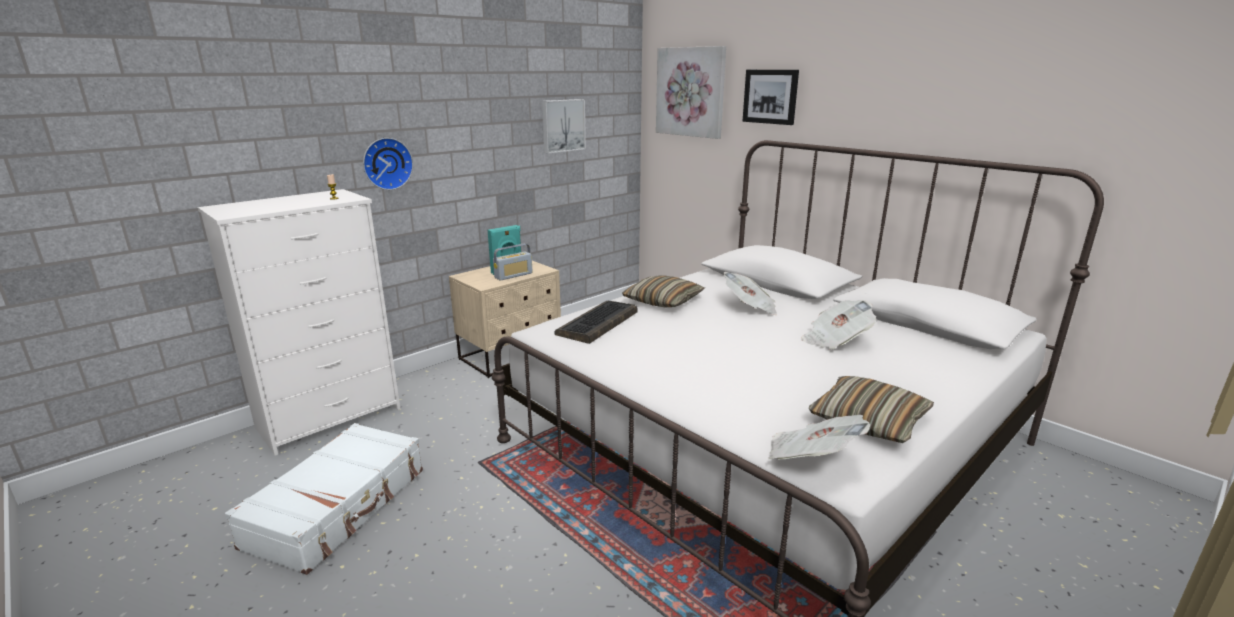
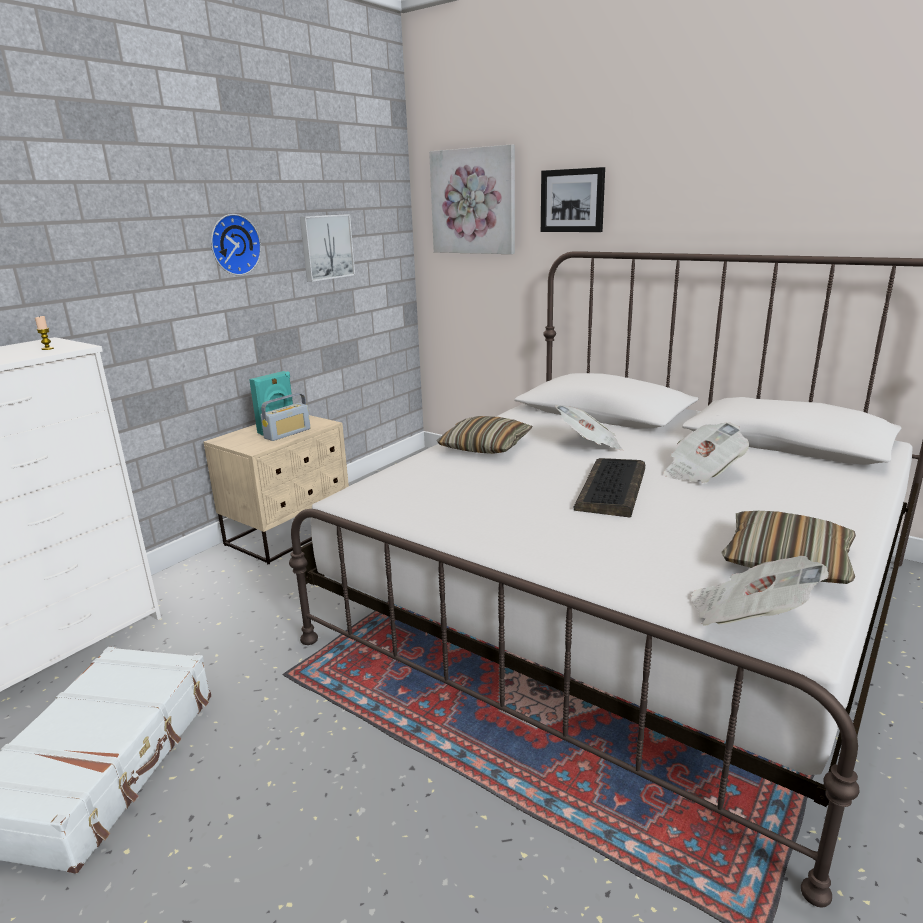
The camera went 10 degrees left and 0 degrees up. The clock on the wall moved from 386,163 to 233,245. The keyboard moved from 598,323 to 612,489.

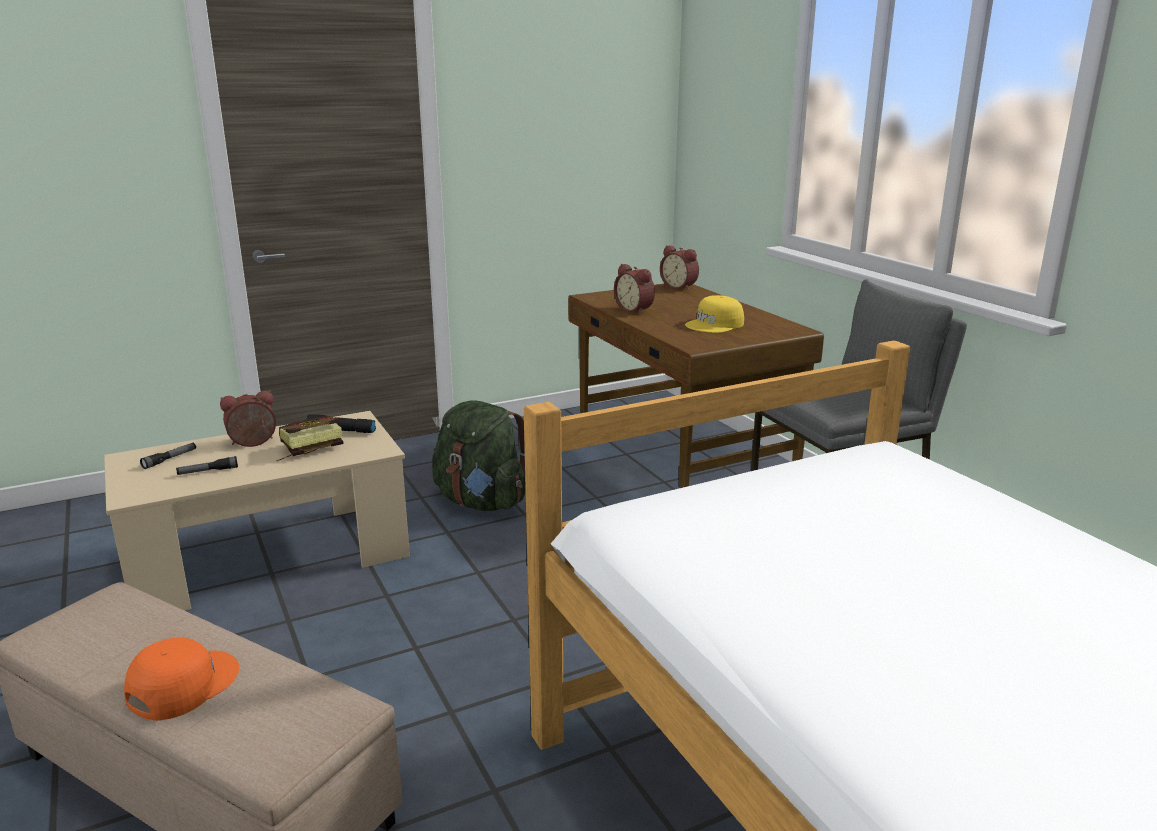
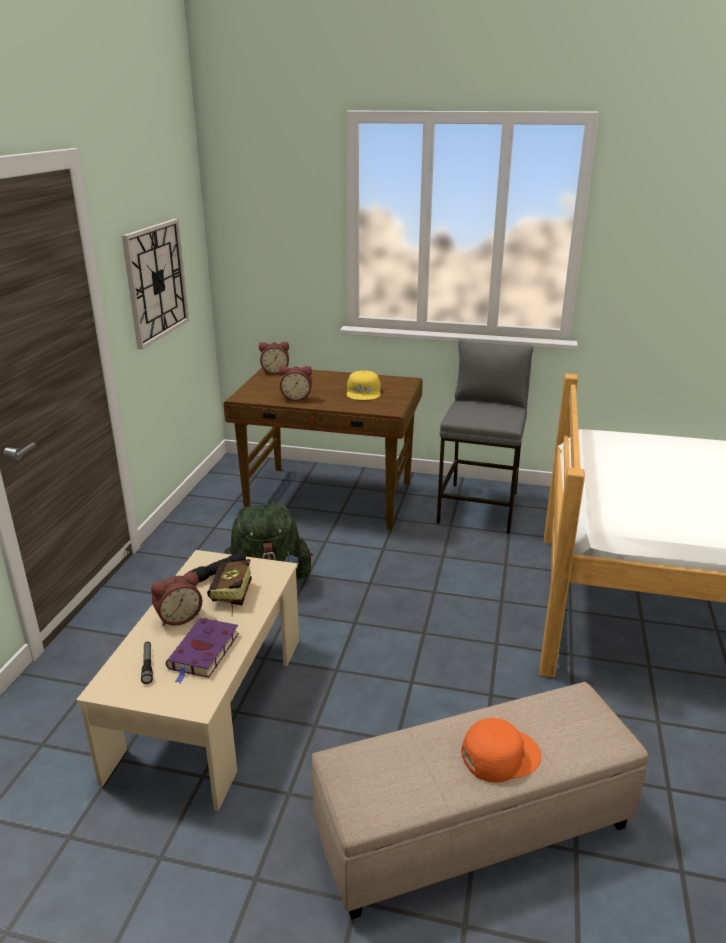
The camera went 50 degrees left and 5 degrees up. The clock on the wall at 156,282 appeared. The torch at 208,471 was replaced by the purple bound book at 203,653. The orange baseball cap at 182,685 turned 90 degrees clockwise. The alarm clock at 253,443 turned 135 degrees counterclockwise.

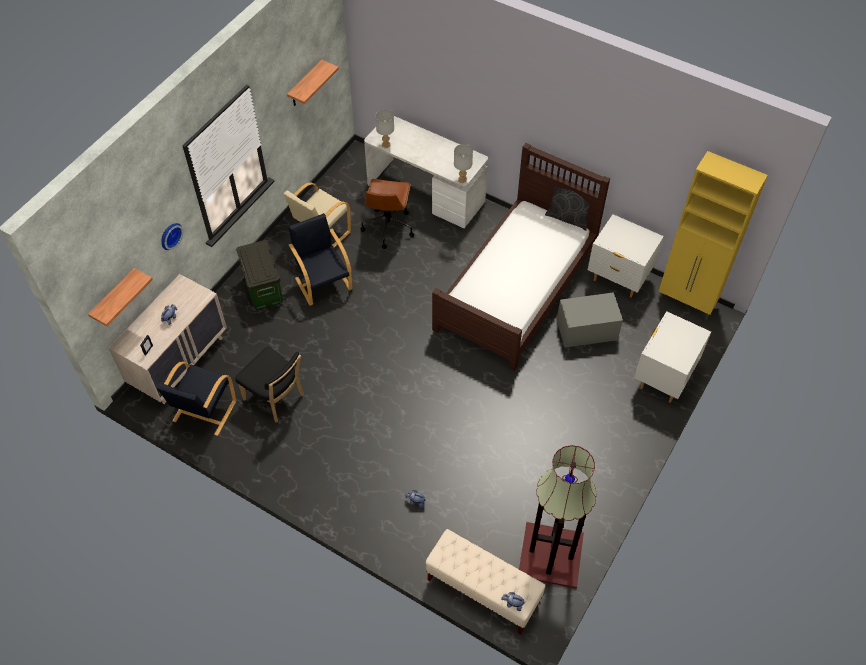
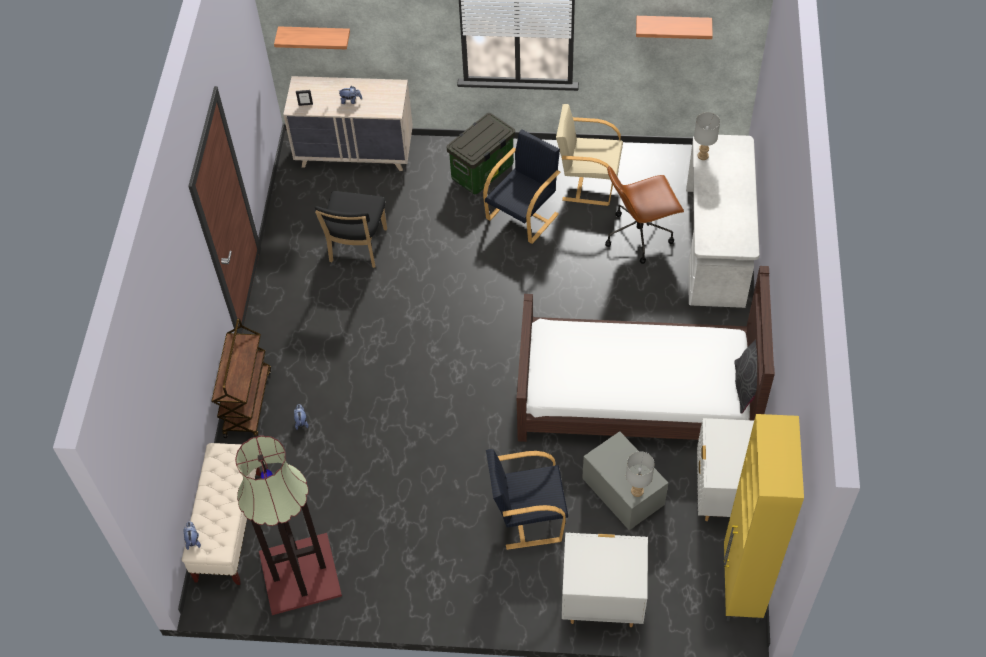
The camera went 65 degrees right and 0 degrees up. The clock on the wall at 169,235 disappeared. The brown-coloured trolley at 247,403 appeared. The blackish easy chair moved from 203,412 to 527,516. The gray tabletop lamp moved from 462,179 to 637,491.

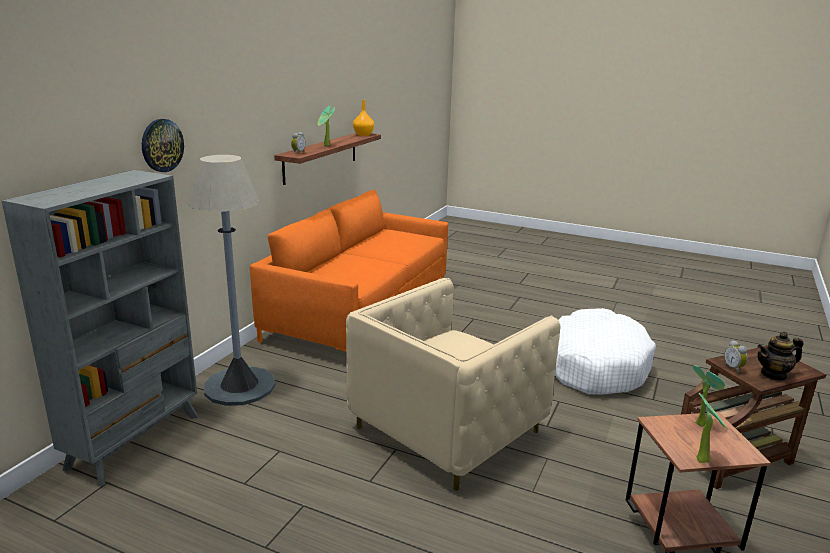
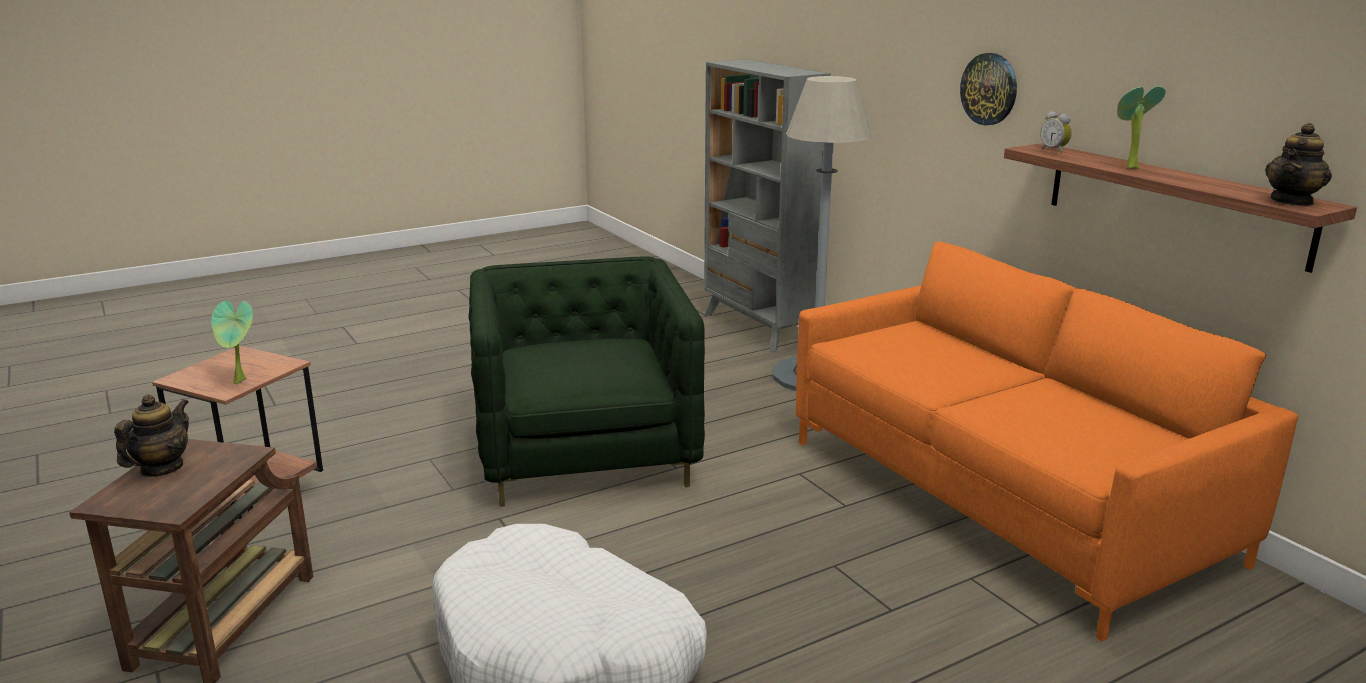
The camera went 125 degrees right and 0 degrees up. The plant in a pot at 703,459 disappeared. The alarm clock at 734,368 disappeared. The clock on the wall moved from 162,145 to 989,89. The orange decorative vase at 363,135 was replaced by the pot for tea at 1292,201. The sand-coloured easy chair at 447,430 became the greenish easy chair at 585,454.

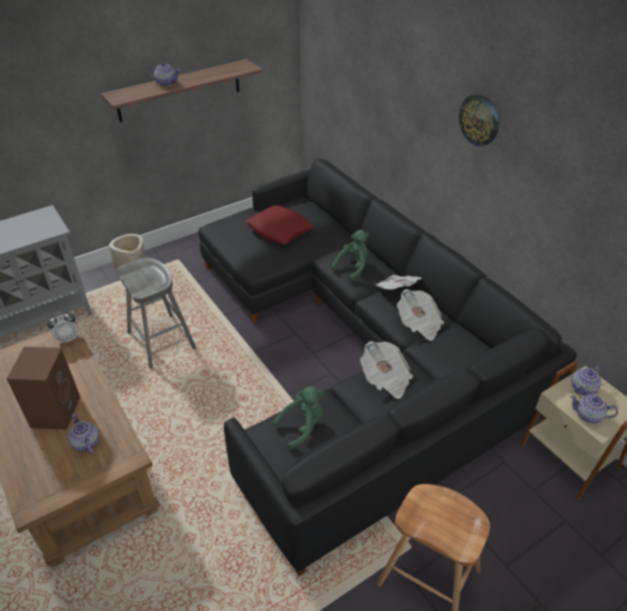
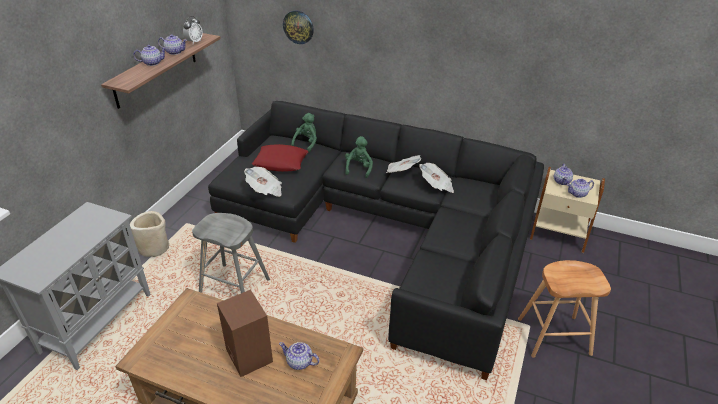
The camera went 35 degrees left and 5 degrees down. The pot for tea at 174,52 appeared. The alarm clock moved from 67,338 to 194,42. The greenish soft toy moved from 302,427 to 306,143. The printed paper moved from 385,379 to 265,190. The clock on the wall moved from 479,120 to 298,27.

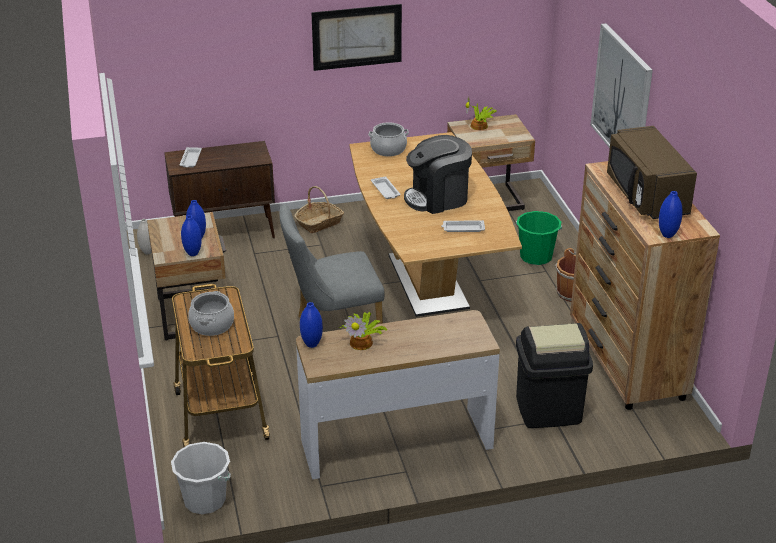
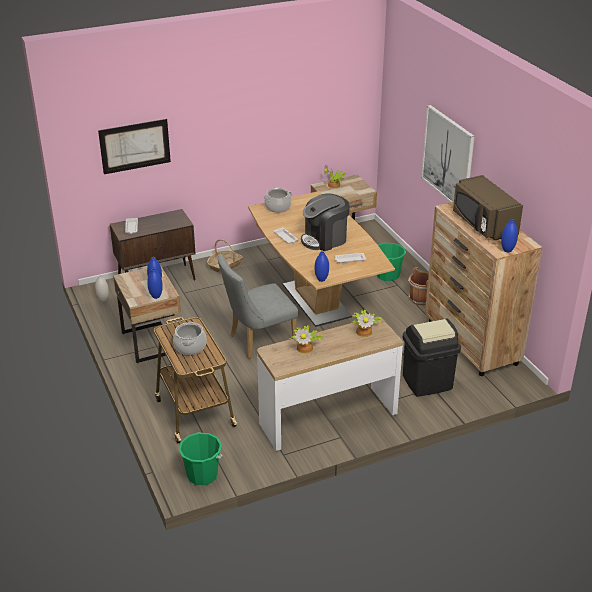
The camera went 10 degrees left and 0 degrees up. The plant in a pot at 364,331 appeared. The blue decorative vase moved from 312,344 to 321,279. The picture moved from 357,37 to 135,146. The whitish pail at 205,500 became the greenish pail at 202,475.

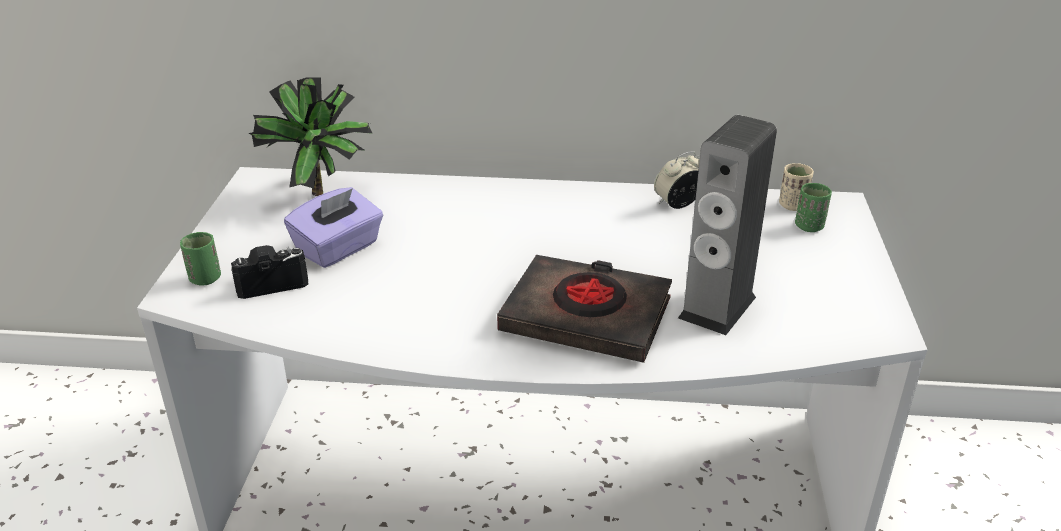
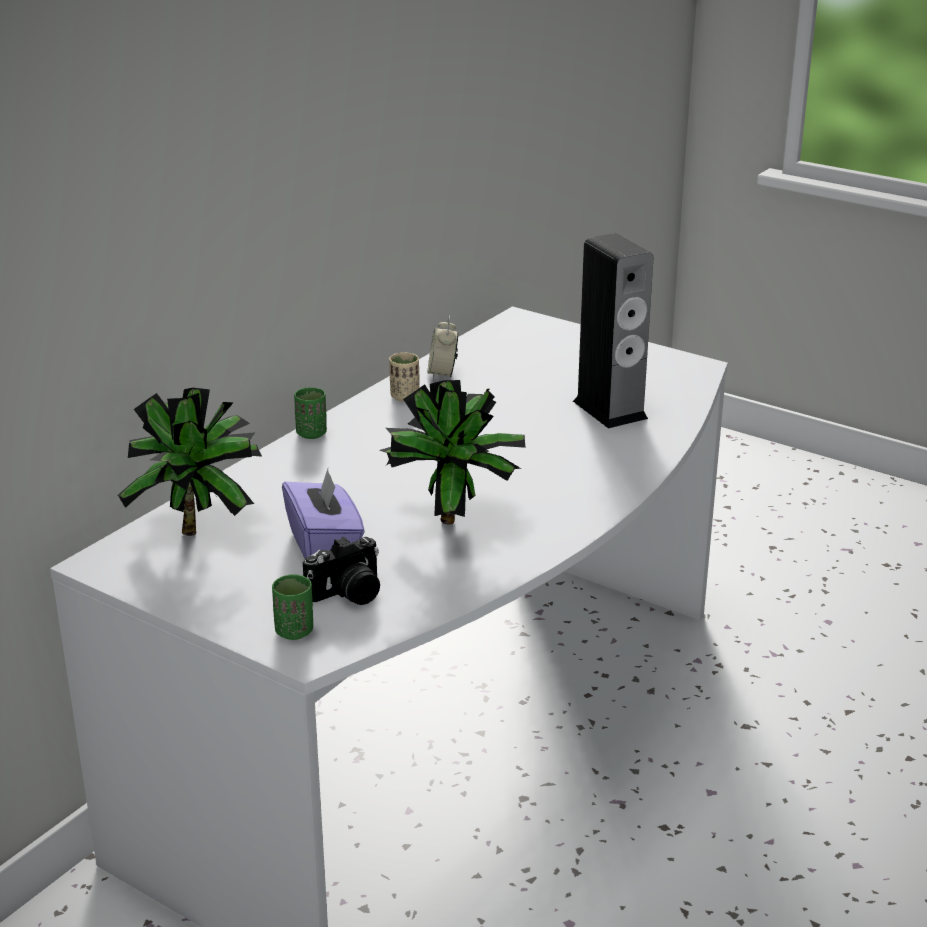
The camera went 60 degrees left and 5 degrees down. The blackish bound book at 586,316 disappeared. The plant in a pot at 457,524 appeared. The sand-coloured small cup moved from 792,205 to 404,396. The greenish small cup moved from 809,226 to 311,433. The photo camera at 271,283 turned 135 degrees counterclockwise.

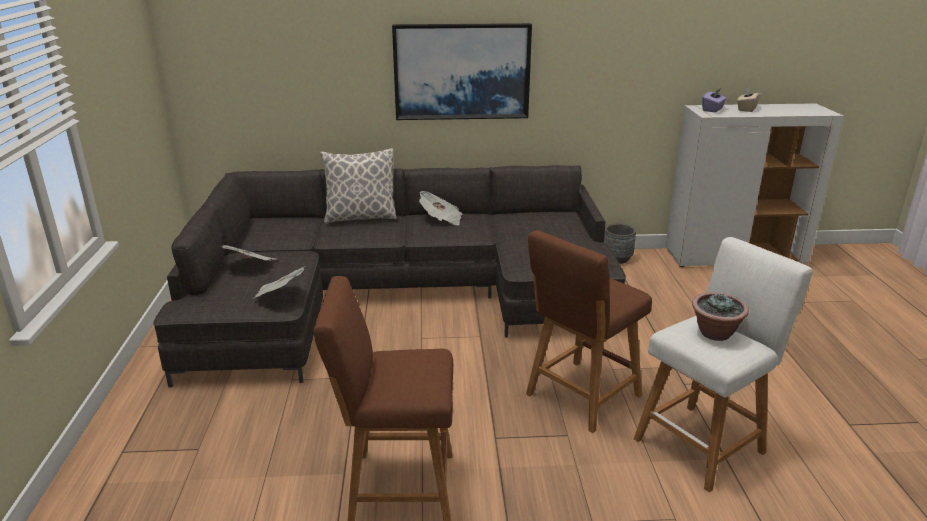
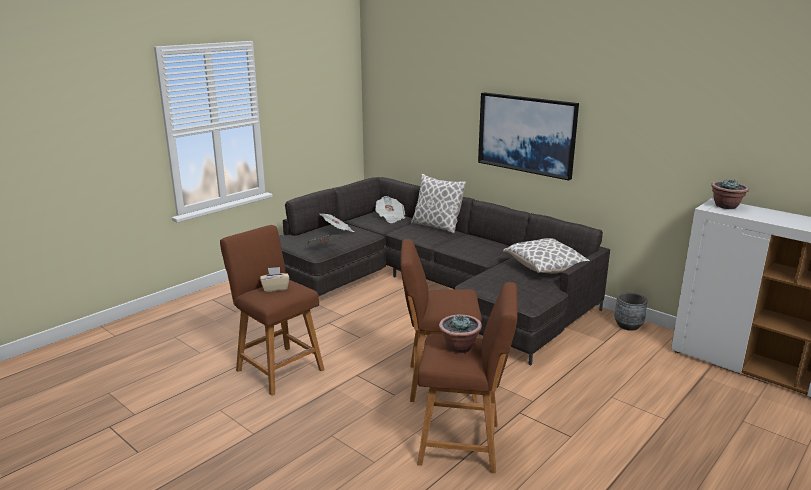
The camera went 45 degrees right and 5 degrees down. The cushion at 544,268 appeared. The printed paper moved from 441,219 to 390,218. The sand-coloured tissue holder moved from 746,109 to 275,288. The purple tissue holder at 713,109 was replaced by the plant in a pot at 726,206. The whitish sitting stool at 703,443 became the brown-coloured sitting stool at 464,444.

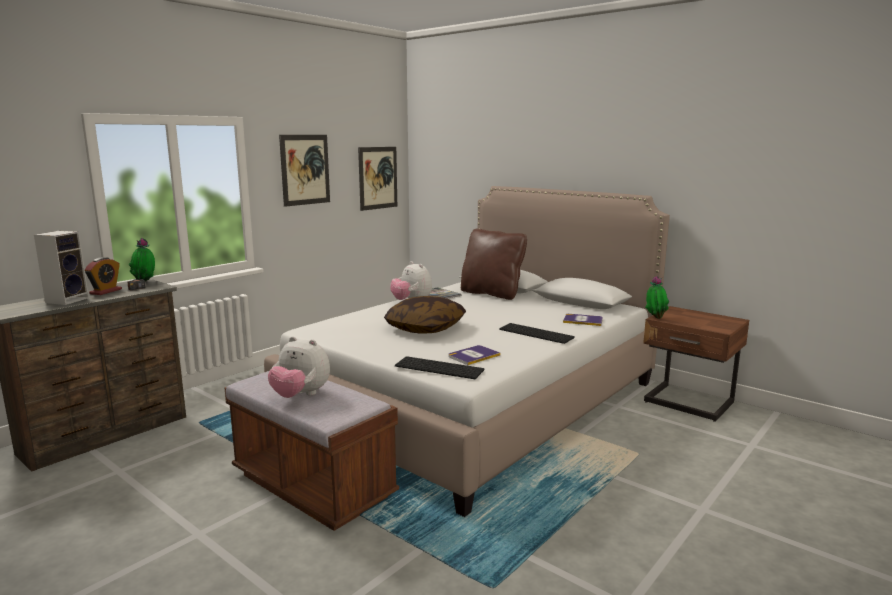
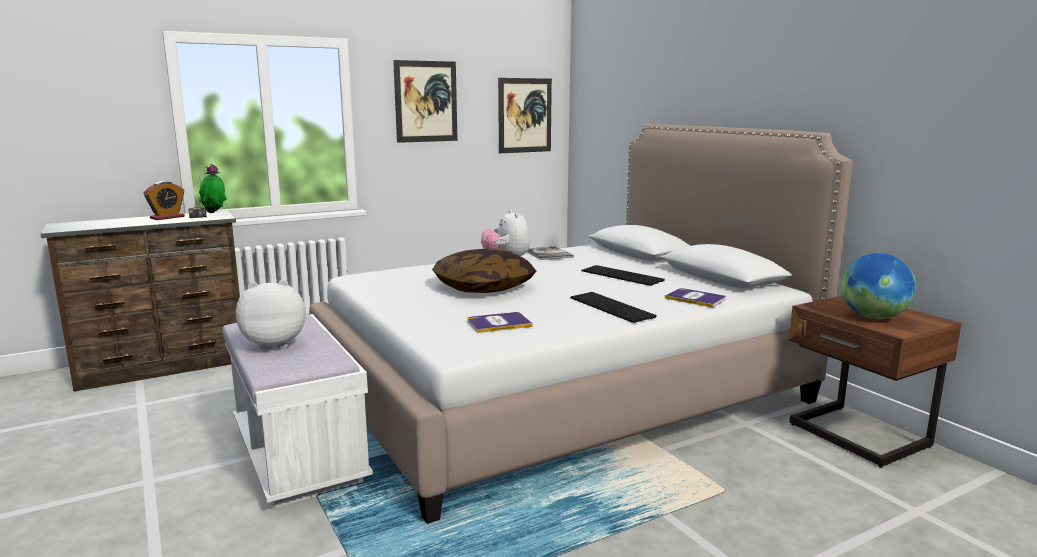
The camera went 20 degrees right and 0 degrees up. The audio speaker at 68,300 disappeared. The brown-coloured cushion at 492,293 disappeared. The plant in a pot at 655,317 disappeared. The globe at 873,317 appeared. The keyboard moved from 440,367 to 623,275. The brown-coloured bench at 313,486 became the whitish bench at 298,454. The soft toy at 300,396 turned 120 degrees clockwise.

